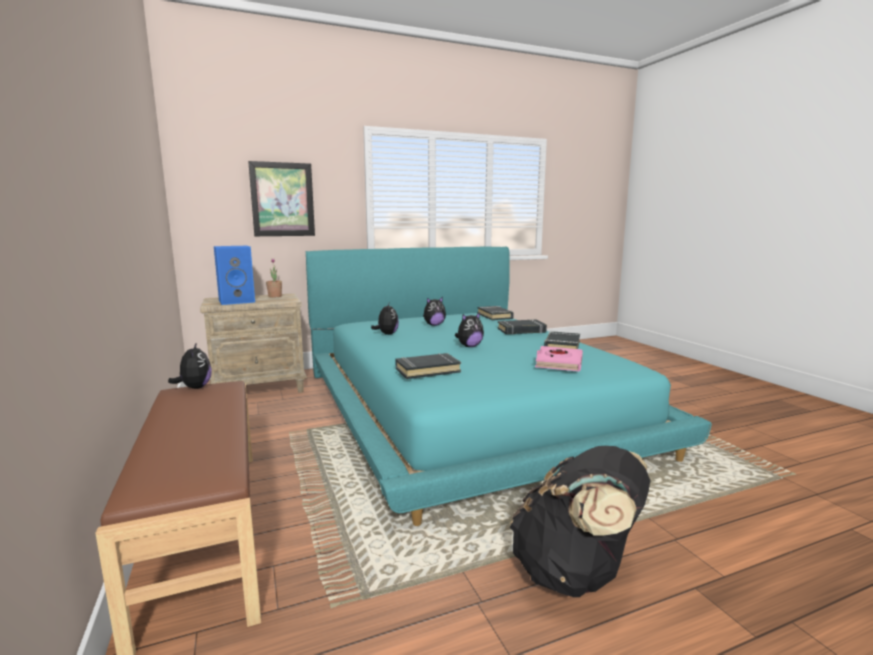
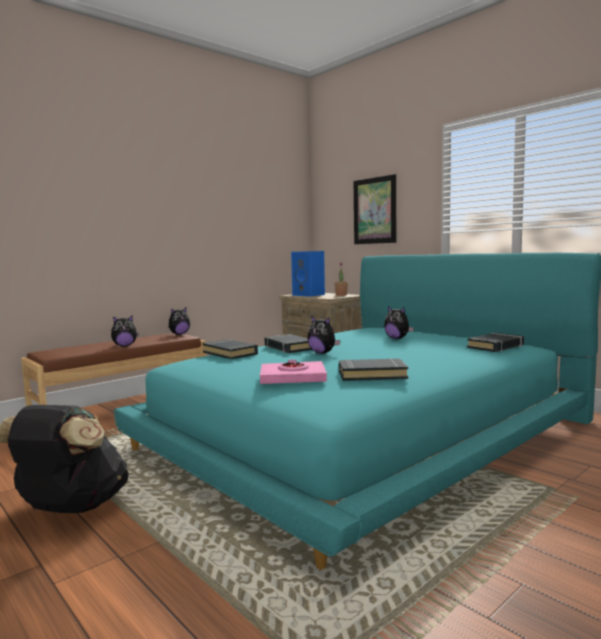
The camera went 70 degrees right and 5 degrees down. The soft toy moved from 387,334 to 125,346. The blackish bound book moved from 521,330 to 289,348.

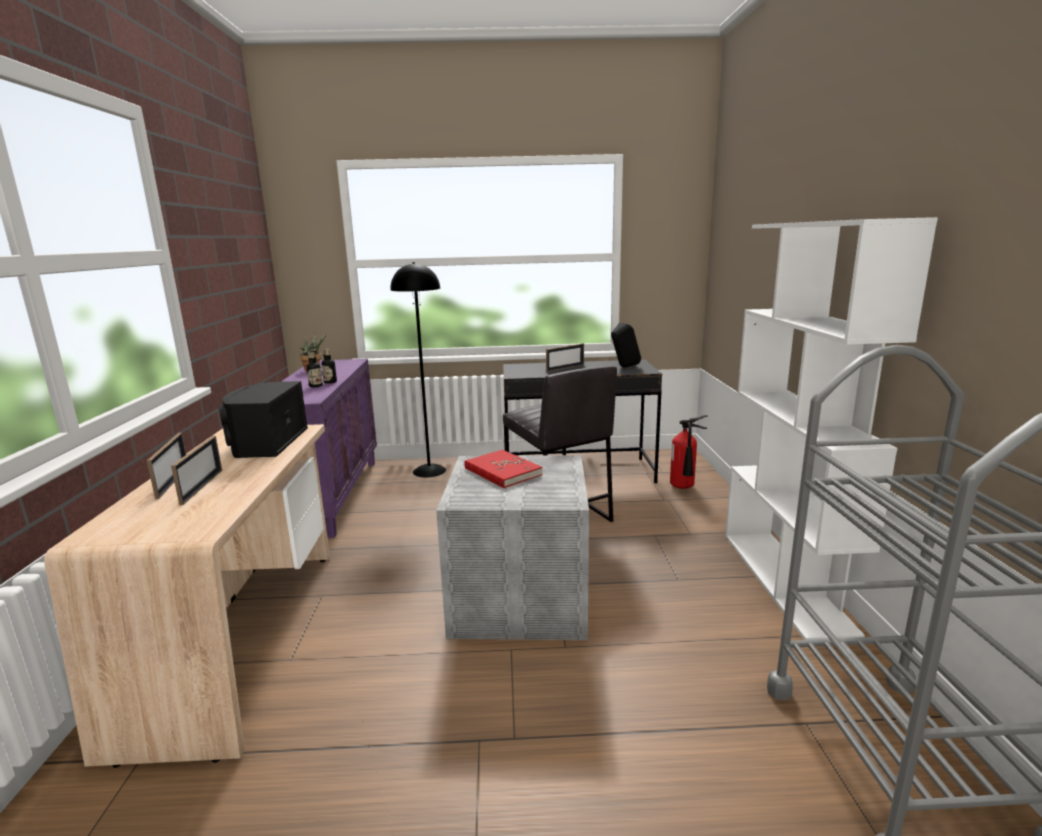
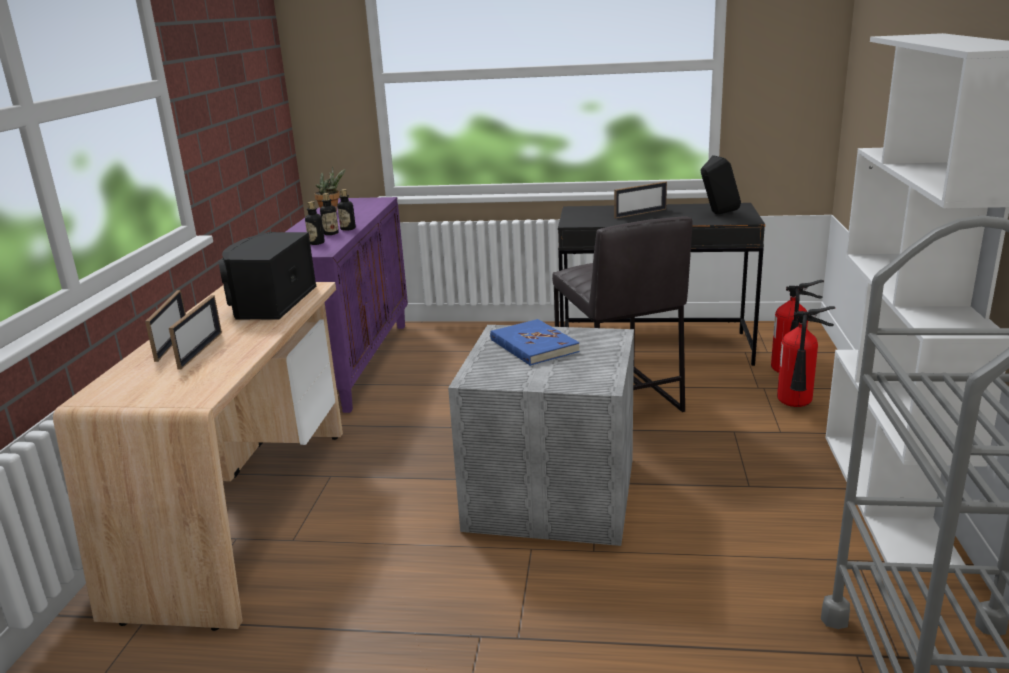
The camera went 10 degrees right and 5 degrees up. The blackish standard lamp at 429,471 disappeared. The bottle at 316,243 appeared. The extinguisher at 796,406 appeared. The reddish bound book at 502,472 became the blue bound book at 533,346.

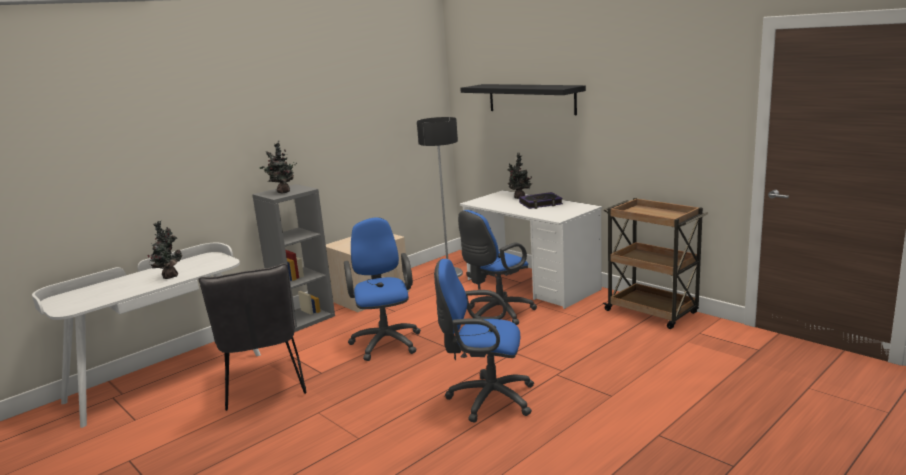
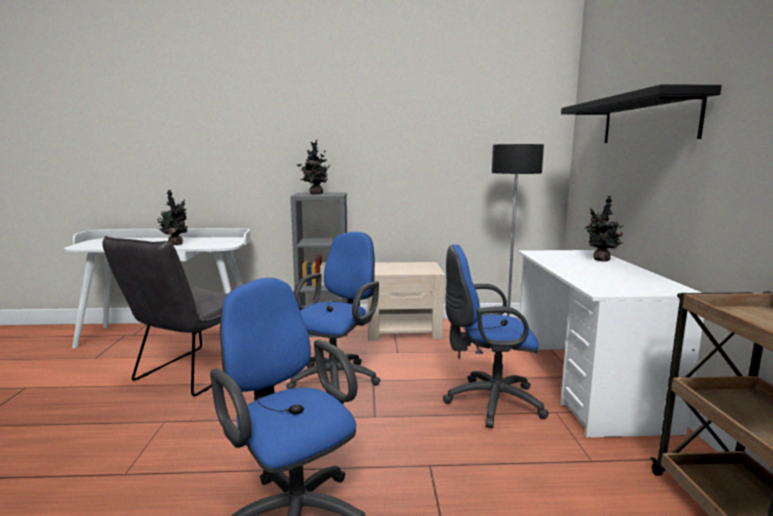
The camera went 40 degrees right and 5 degrees down. The bound book at 540,204 disappeared.

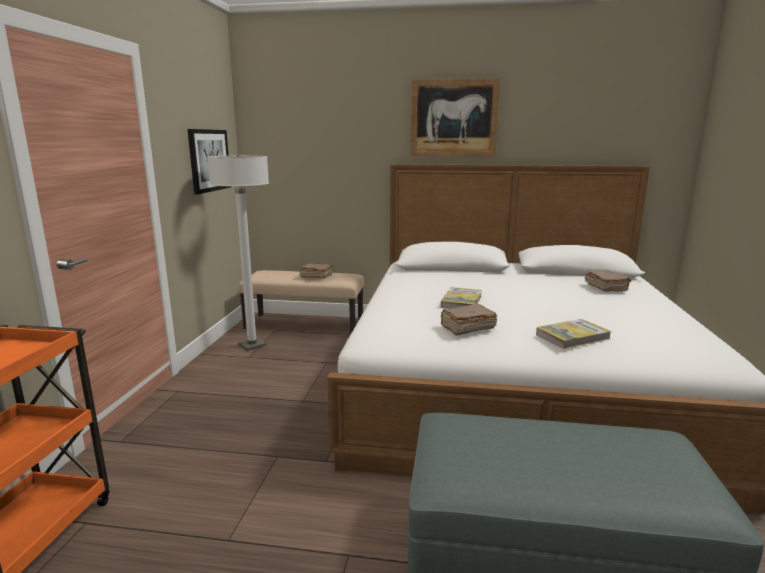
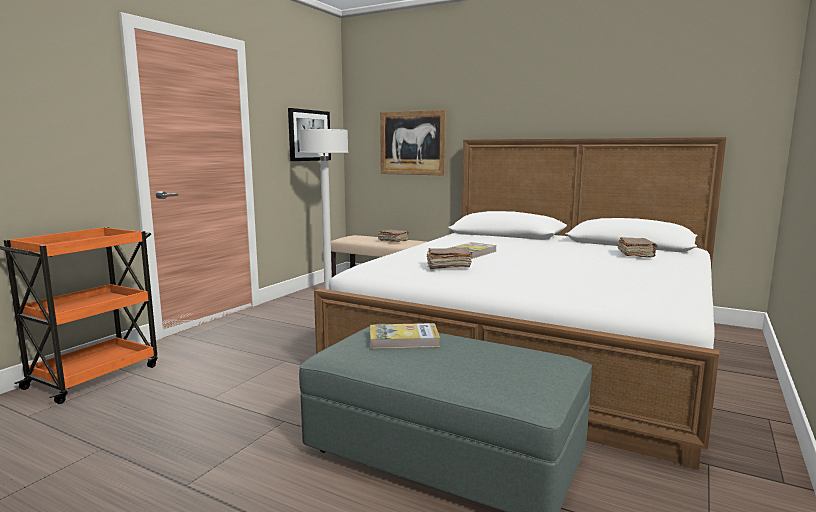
The camera went 20 degrees right and 5 degrees down. The picture moved from 453,118 to 412,143. The bound book moved from 572,337 to 404,339.

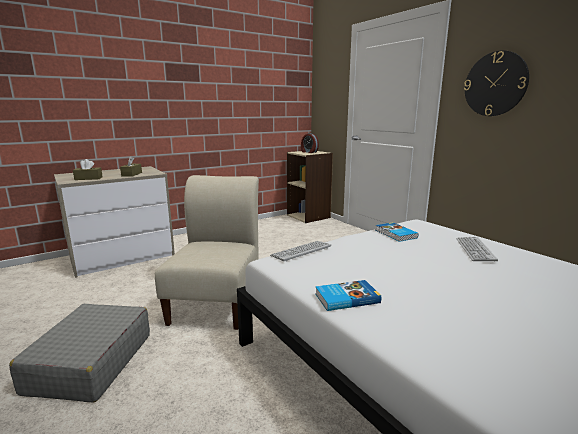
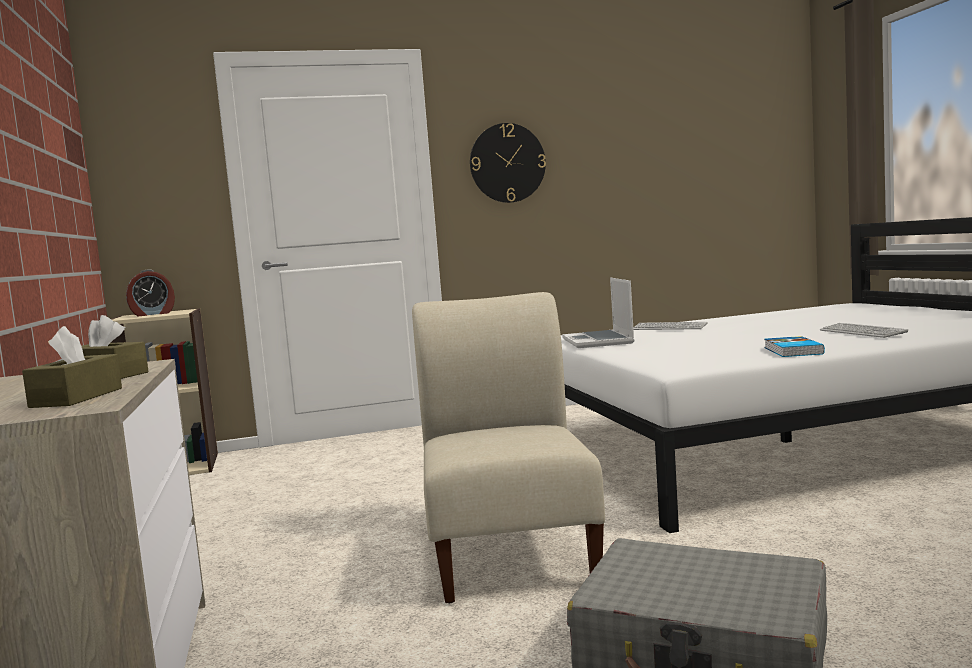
The camera went 70 degrees left and 10 degrees down. The keyboard moved from 301,251 to 862,332. The bound book at 395,234 was replaced by the laptop at 599,341. The sand-coloured upright chair at 217,300 turned 60 degrees clockwise.

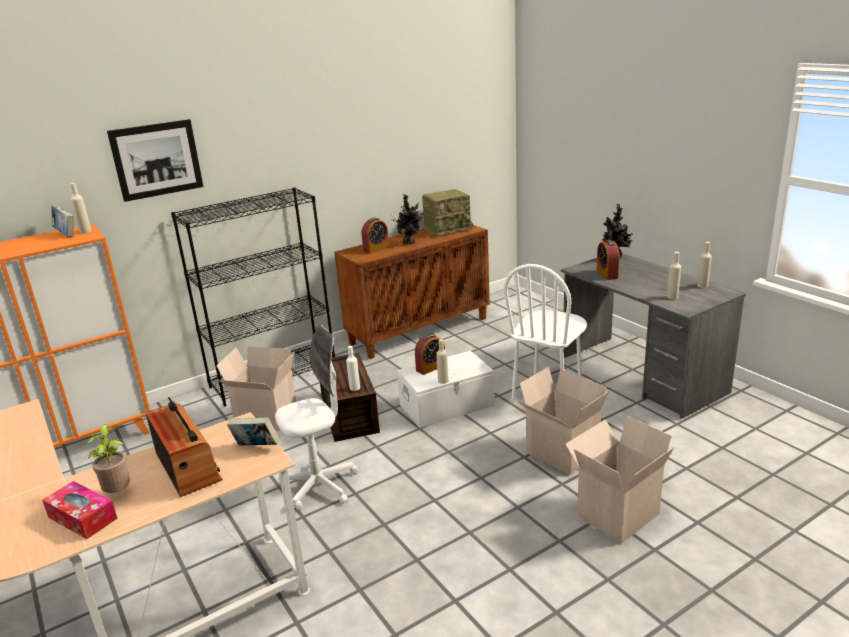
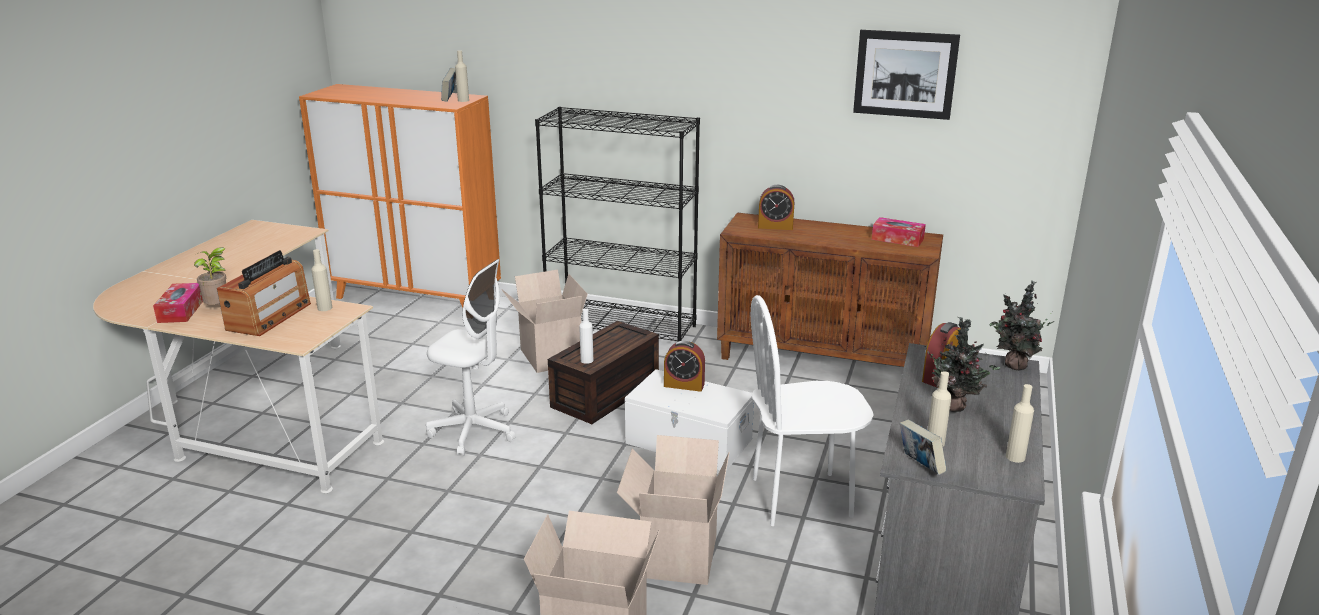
The camera went 50 degrees right and 0 degrees up. The picture moved from 157,160 to 905,74. The bound book moved from 256,447 to 920,466. The plant in a pot moved from 410,242 to 954,407. The sand-coloured bottle moved from 443,381 to 325,308. The radio receiver at 448,229 was replaced by the tissue holder at 897,239.

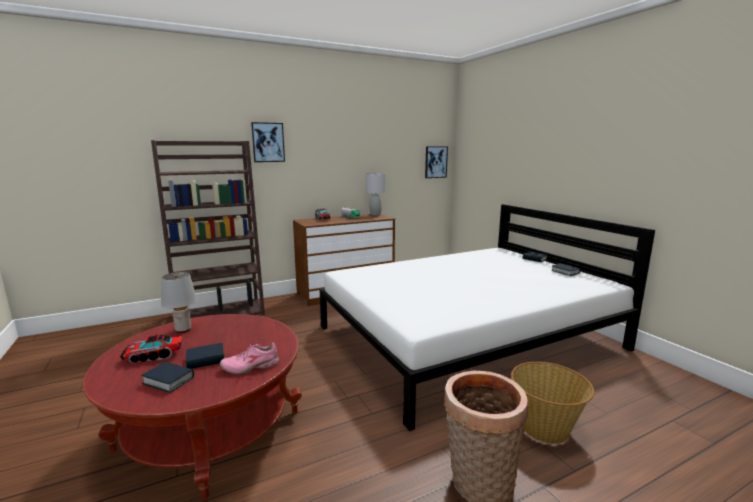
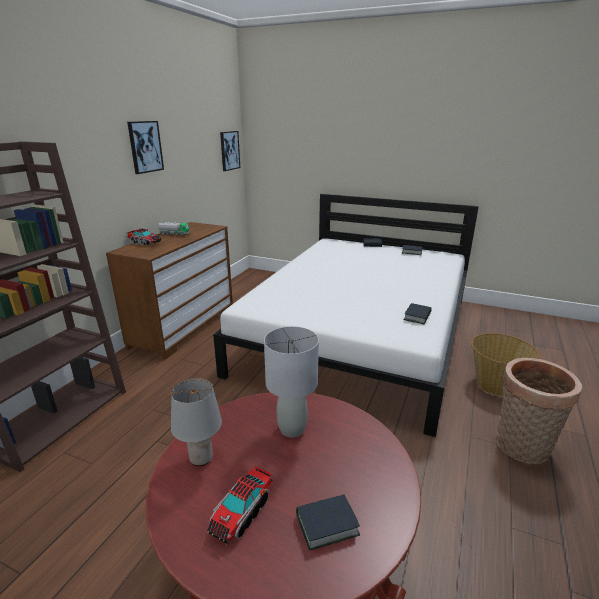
The camera went 40 degrees left and 10 degrees up. The pink-coloured item of footwear at 250,366 disappeared. The bound book moved from 206,360 to 417,316. The picture moved from 268,142 to 145,147. The gray tabletop lamp moved from 375,214 to 291,428.

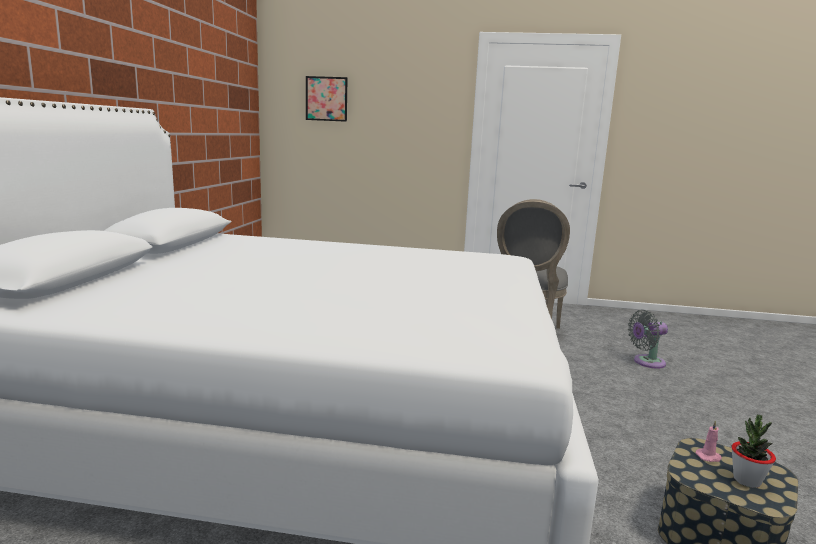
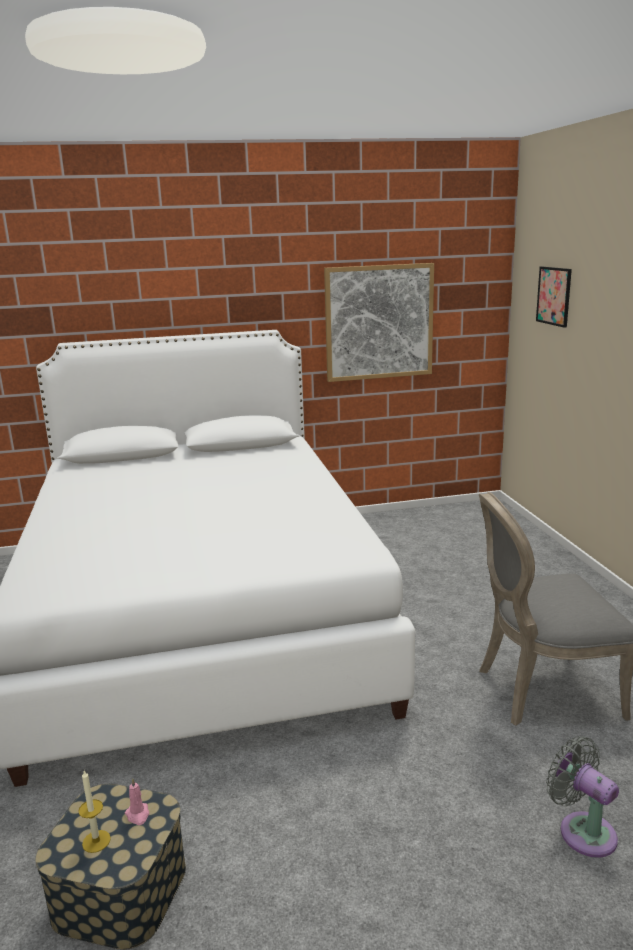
The camera went 70 degrees right and 5 degrees up. The picture at 379,322 appeared. The plant in a pot at 746,481 was replaced by the candle at 96,841.

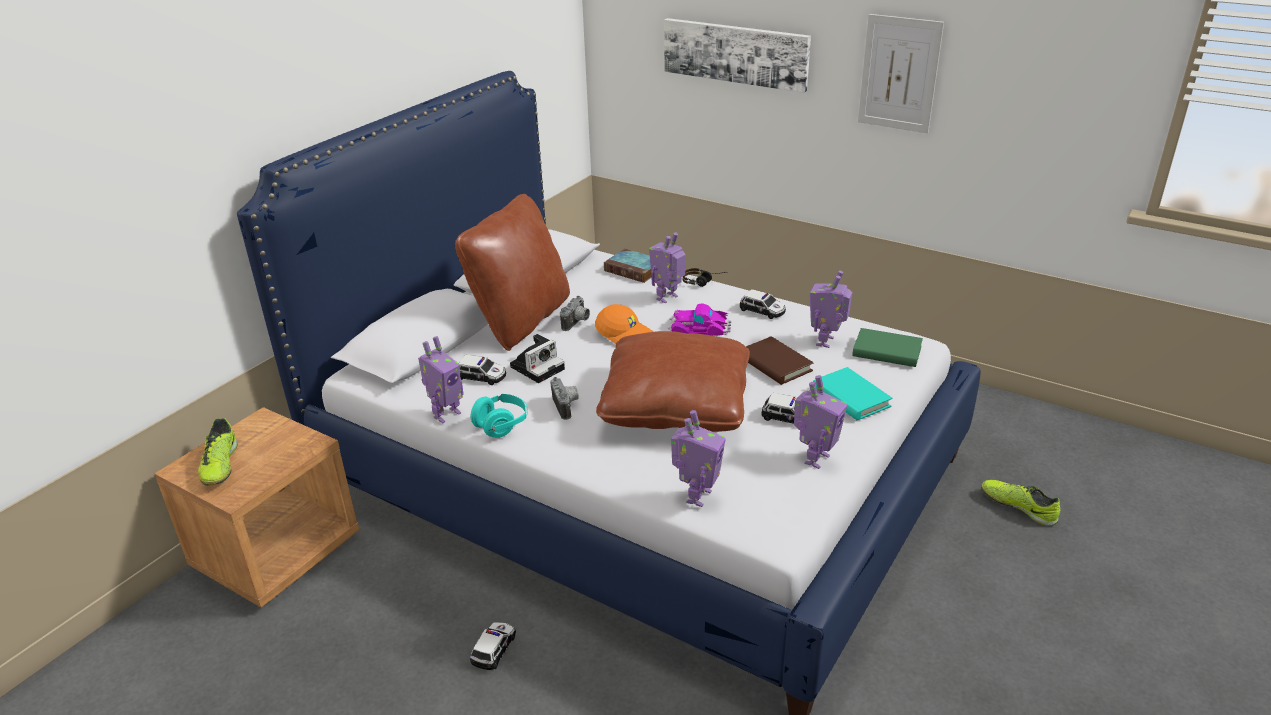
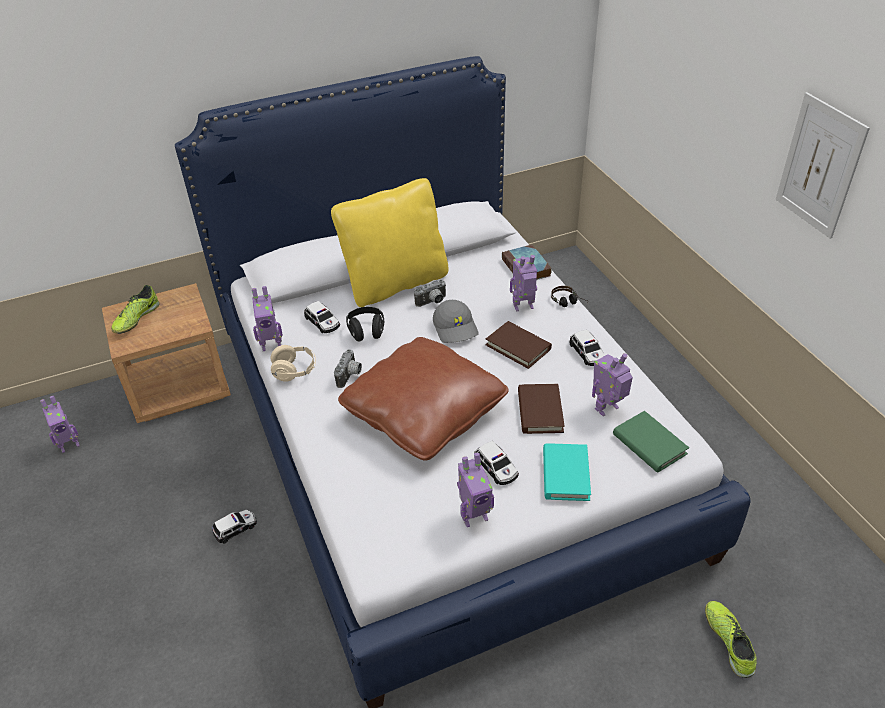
The camera went 35 degrees right and 10 degrees up. The picture at 735,53 disappeared. The robot figure moved from 697,496 to 69,445. The photo camera at 538,367 was replaced by the blackish headphones at 366,331. The model car at 699,327 was replaced by the brown-coloured bound book at 518,347. The brown-coloured cushion at 521,321 became the yellow-coloured cushion at 396,283. The turquoise headphones at 501,425 became the sand-coloured headphones at 295,371. The orange baseball cap at 625,333 became the gray baseball cap at 456,328.

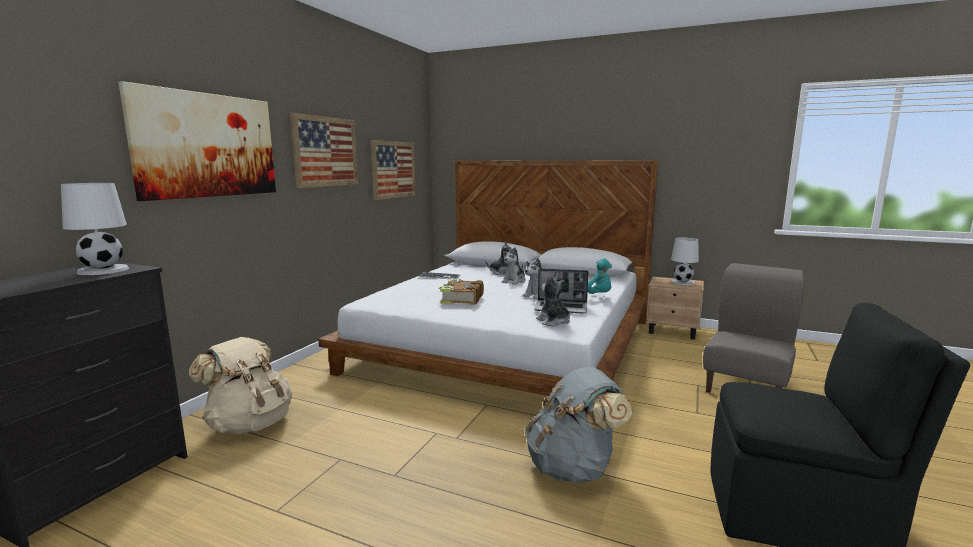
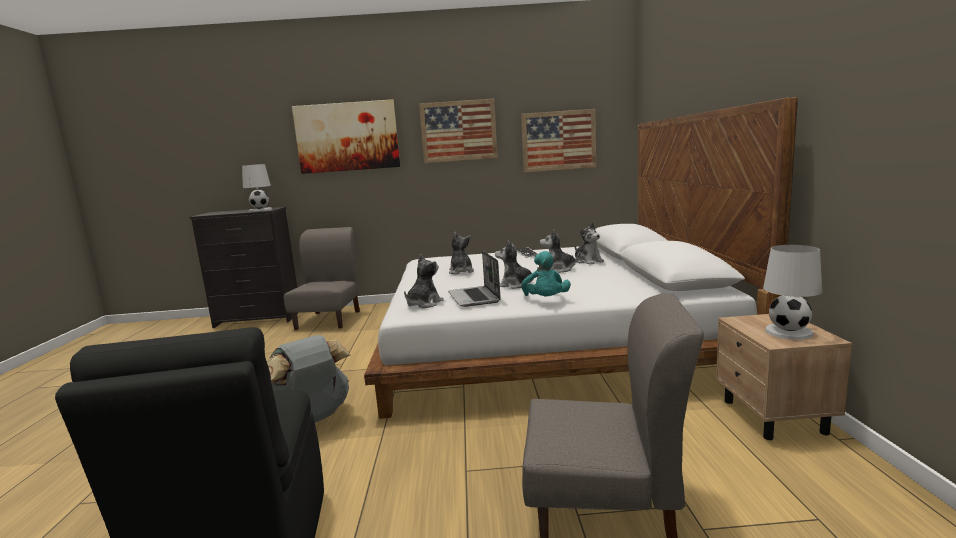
The camera went 65 degrees right and 0 degrees up. The sand-coloured knapsack at 250,424 was replaced by the gray upright chair at 329,320. The bound book at 461,299 was replaced by the soft toy at 461,271.

